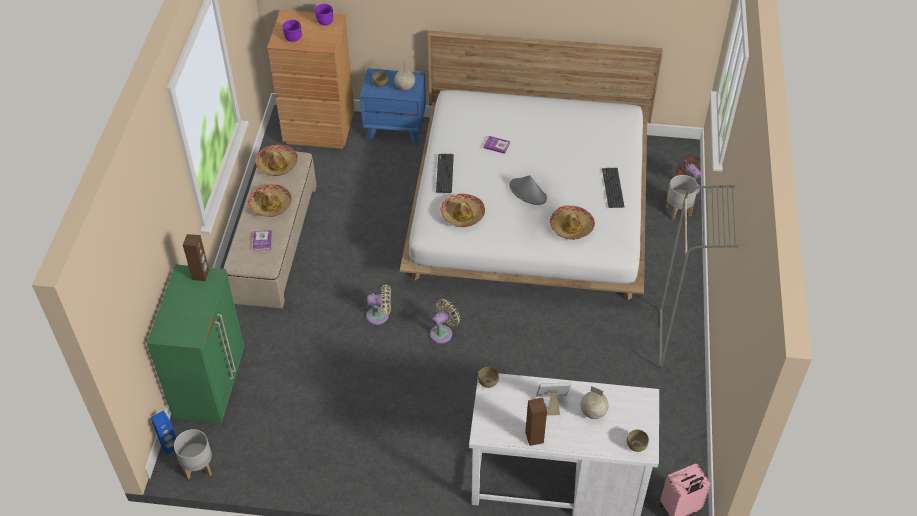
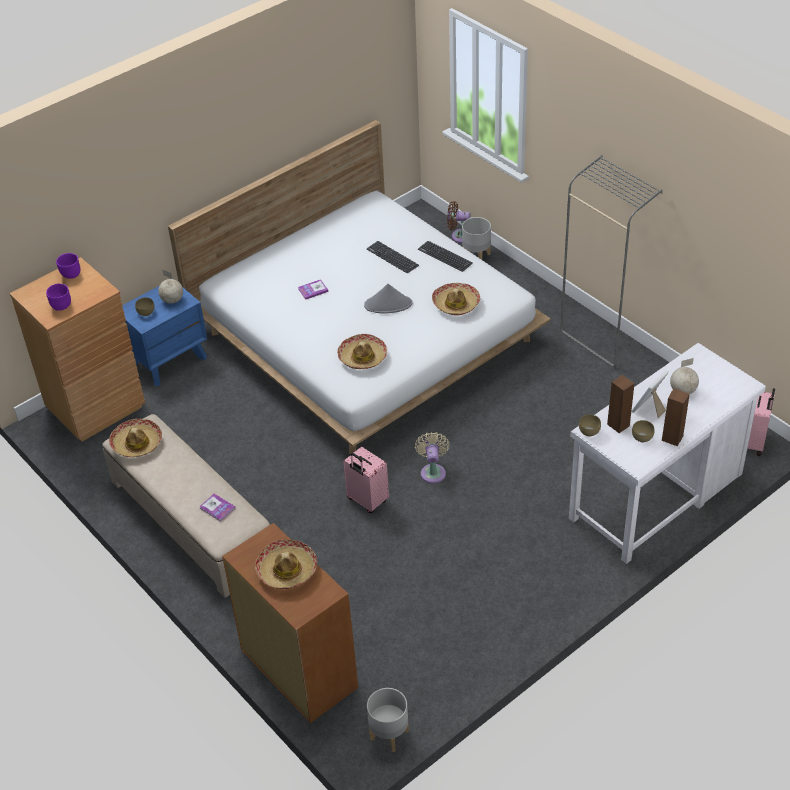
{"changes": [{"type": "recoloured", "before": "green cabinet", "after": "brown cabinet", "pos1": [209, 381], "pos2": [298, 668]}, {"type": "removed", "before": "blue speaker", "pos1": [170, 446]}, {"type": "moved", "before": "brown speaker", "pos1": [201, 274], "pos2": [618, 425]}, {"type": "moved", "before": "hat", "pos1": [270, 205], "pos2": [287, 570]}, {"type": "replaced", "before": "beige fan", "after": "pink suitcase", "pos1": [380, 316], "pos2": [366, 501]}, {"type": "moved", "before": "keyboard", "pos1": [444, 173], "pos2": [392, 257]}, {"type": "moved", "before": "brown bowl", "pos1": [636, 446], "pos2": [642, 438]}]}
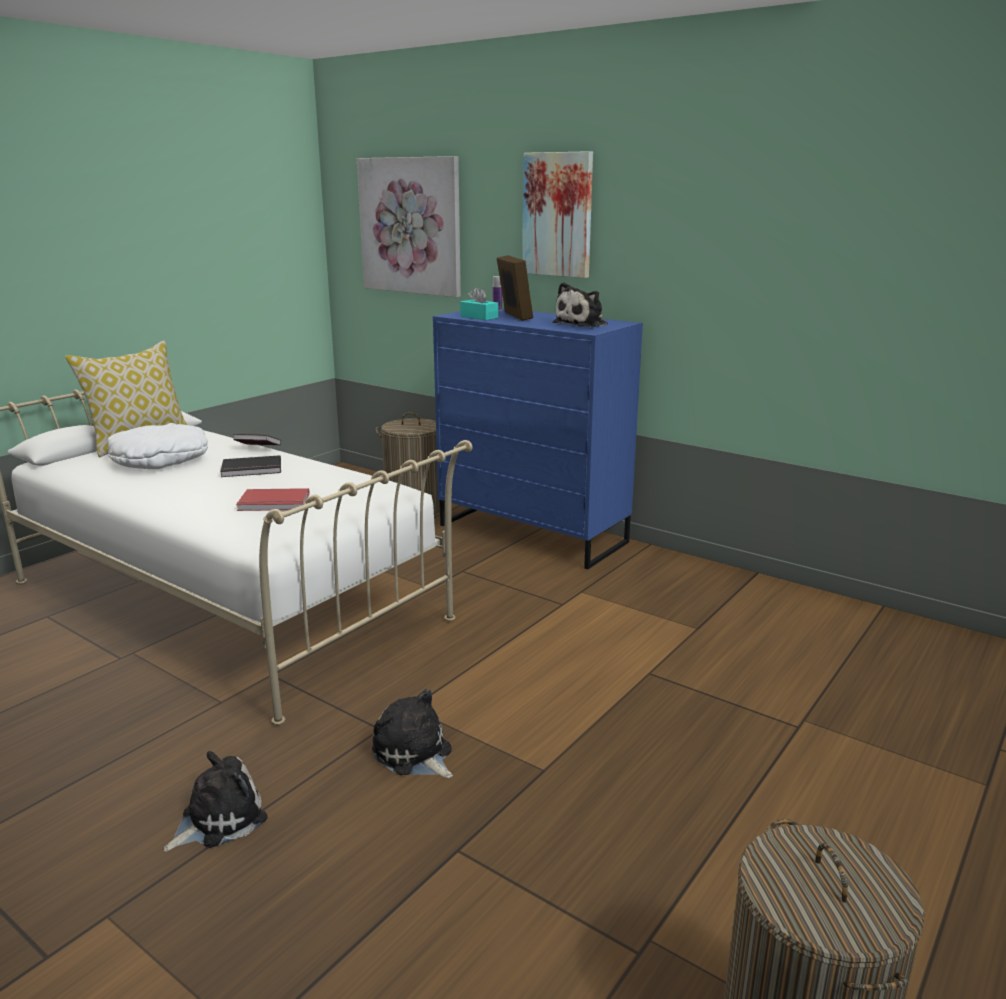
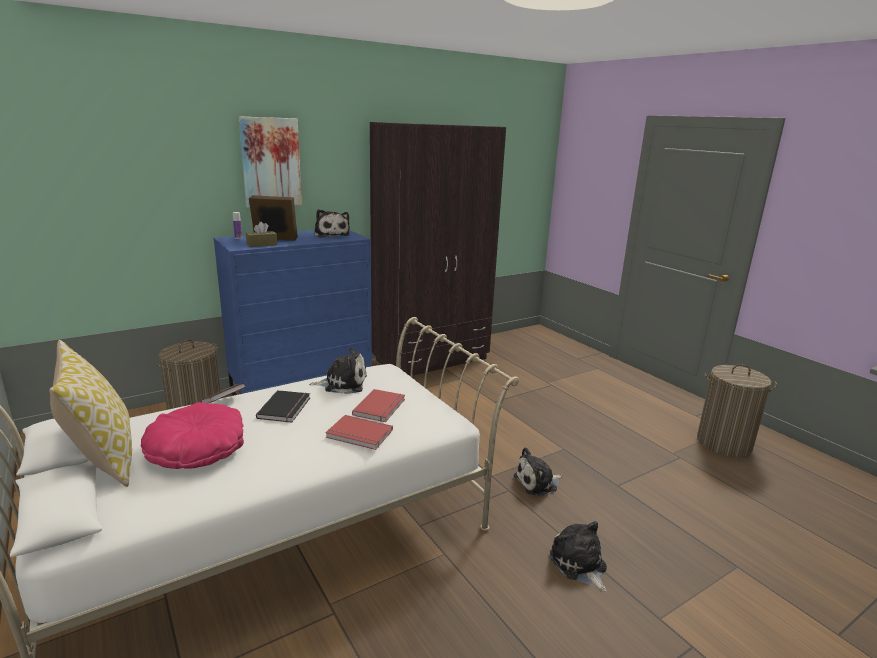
{"changes": [{"type": "recoloured", "before": "white pillow", "after": "pink pillow", "pos1": [160, 460], "pos2": [195, 449]}, {"type": "removed", "before": "picture", "pos1": [410, 226]}, {"type": "recoloured", "before": "turquoise tissue box", "after": "brown tissue box", "pos1": [479, 317], "pos2": [262, 244]}, {"type": "added", "after": "plush toy", "pos2": [343, 383]}, {"type": "added", "after": "red book", "pos2": [359, 435]}, {"type": "added", "after": "brown wardrobe", "pos2": [431, 359]}]}
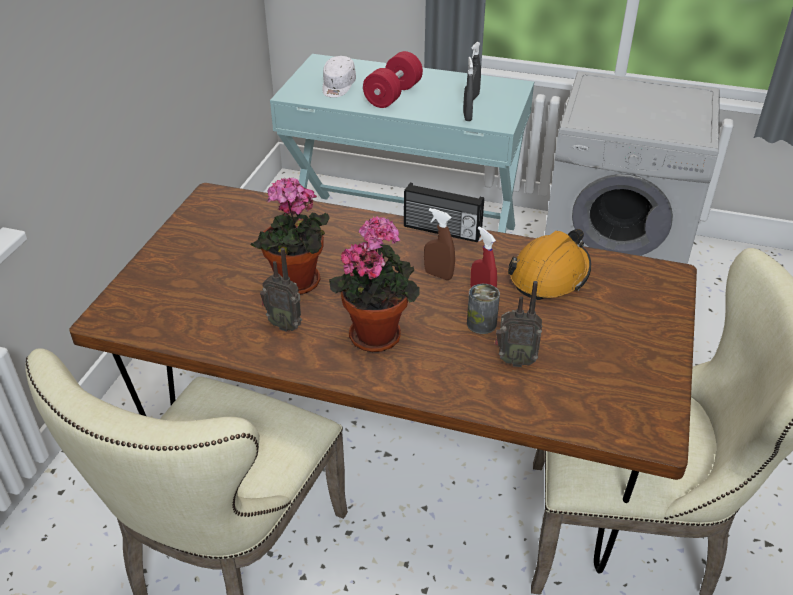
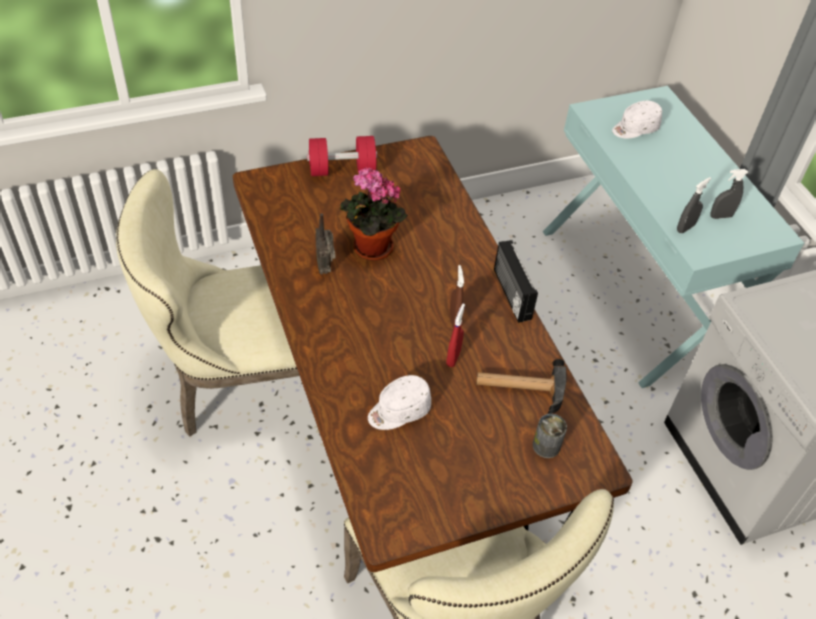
{"changes": [{"type": "removed", "before": "potted plant", "pos1": [377, 333]}, {"type": "moved", "before": "red dumbbell", "pos1": [393, 95], "pos2": [342, 170]}, {"type": "moved", "before": "can", "pos1": [481, 324], "pos2": [546, 446]}, {"type": "replaced", "before": "radio", "after": "white cap", "pos1": [514, 360], "pos2": [398, 411]}, {"type": "replaced", "before": "orange hard hat", "after": "hammer", "pos1": [550, 275], "pos2": [520, 387]}]}
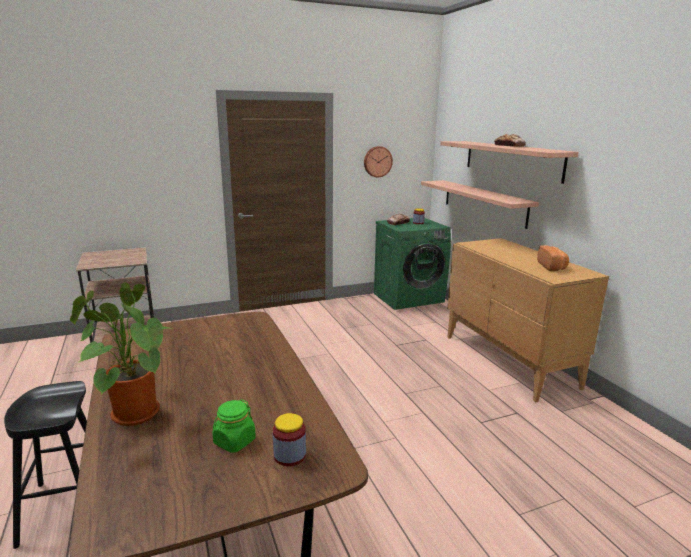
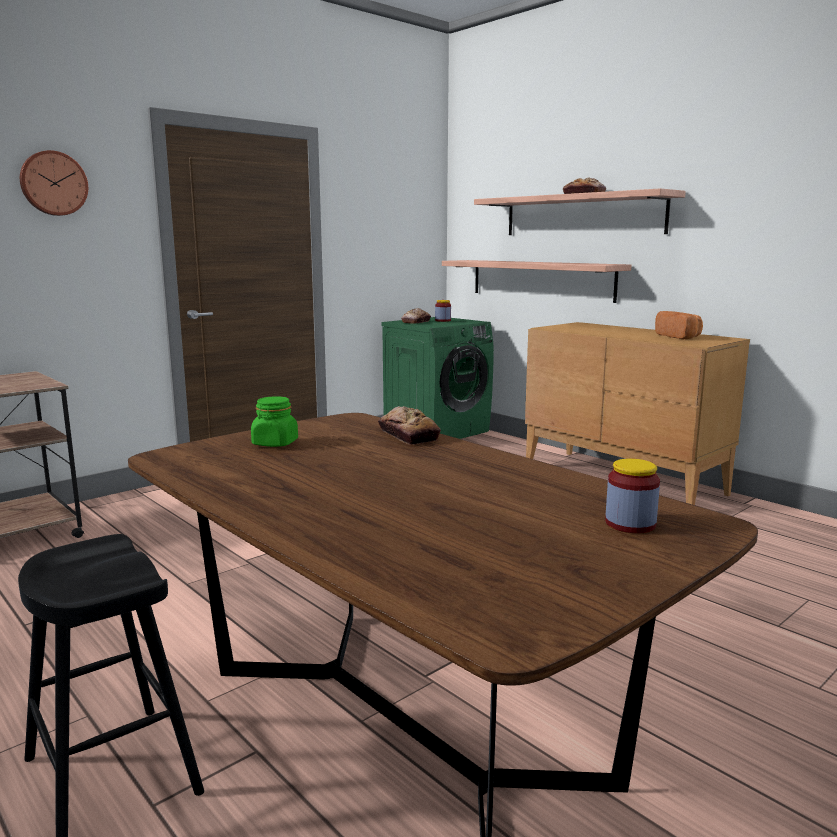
{"changes": [{"type": "removed", "before": "potted plant", "pos1": [131, 413]}, {"type": "moved", "before": "green jar", "pos1": [234, 441], "pos2": [275, 443]}, {"type": "moved", "before": "wall clock", "pos1": [377, 161], "pos2": [53, 183]}, {"type": "added", "after": "bread", "pos2": [408, 435]}]}
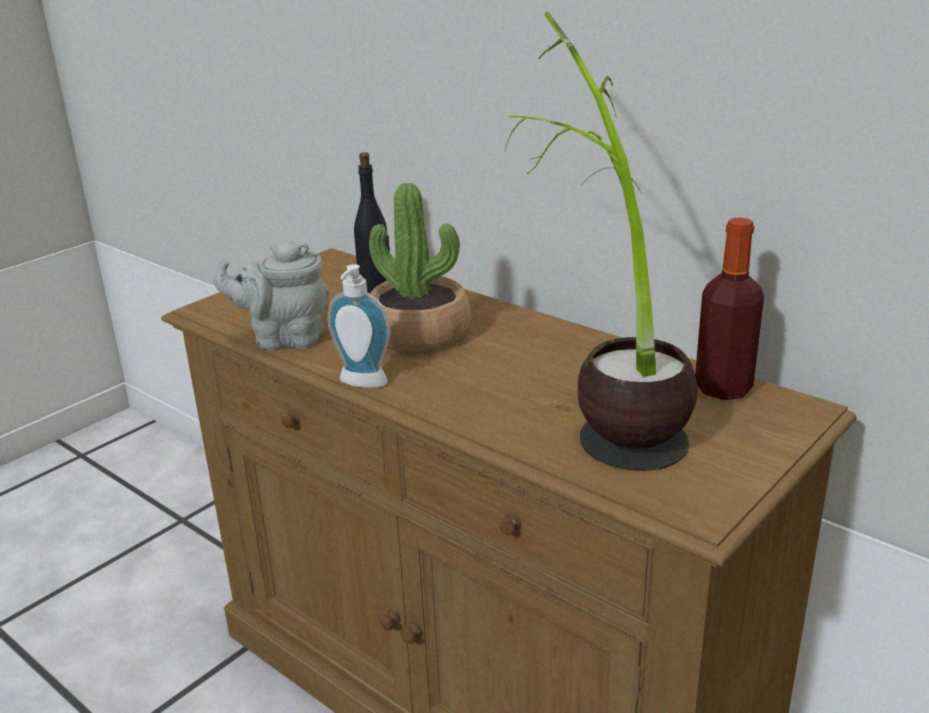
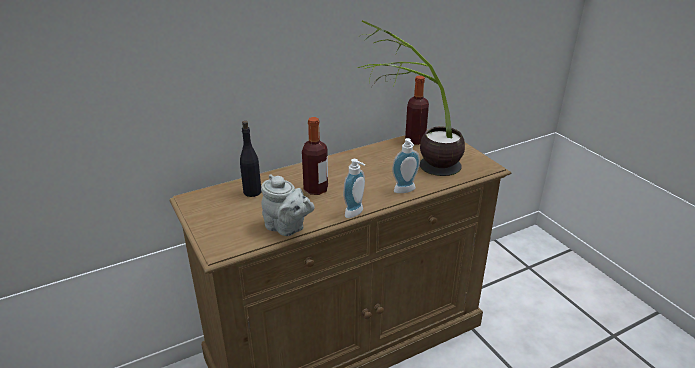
{"changes": [{"type": "turned", "before": "grey teapot", "pos1": [284, 338], "pos2": [287, 228], "turn": -75}, {"type": "replaced", "before": "potted plant", "after": "bottle", "pos1": [419, 333], "pos2": [316, 189]}, {"type": "added", "after": "soap dispenser", "pos2": [405, 191]}]}
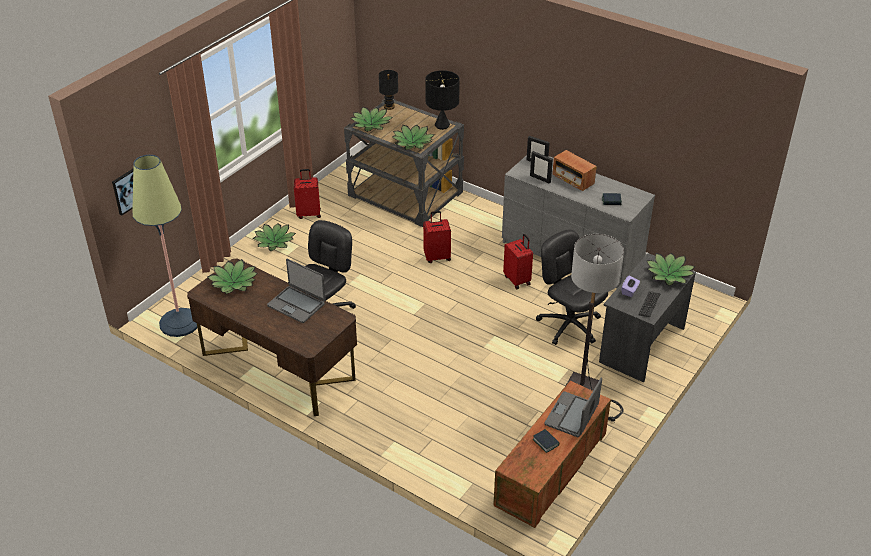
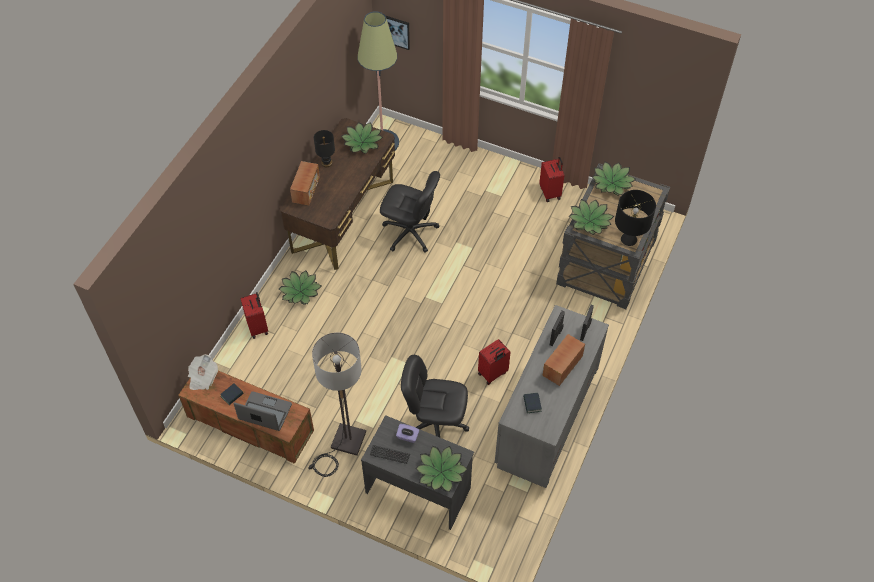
{"changes": [{"type": "moved", "before": "potted plant", "pos1": [274, 242], "pos2": [300, 291]}, {"type": "removed", "before": "laptop", "pos1": [297, 304]}, {"type": "moved", "before": "black table lamp", "pos1": [389, 107], "pos2": [326, 163]}, {"type": "moved", "before": "red suitcase", "pos1": [437, 257], "pos2": [258, 327]}, {"type": "turned", "before": "black office chair", "pos1": [569, 325], "pos2": [435, 424], "turn": -120}, {"type": "added", "after": "newspaper", "pos2": [203, 378]}, {"type": "added", "after": "radio", "pos2": [306, 190]}]}
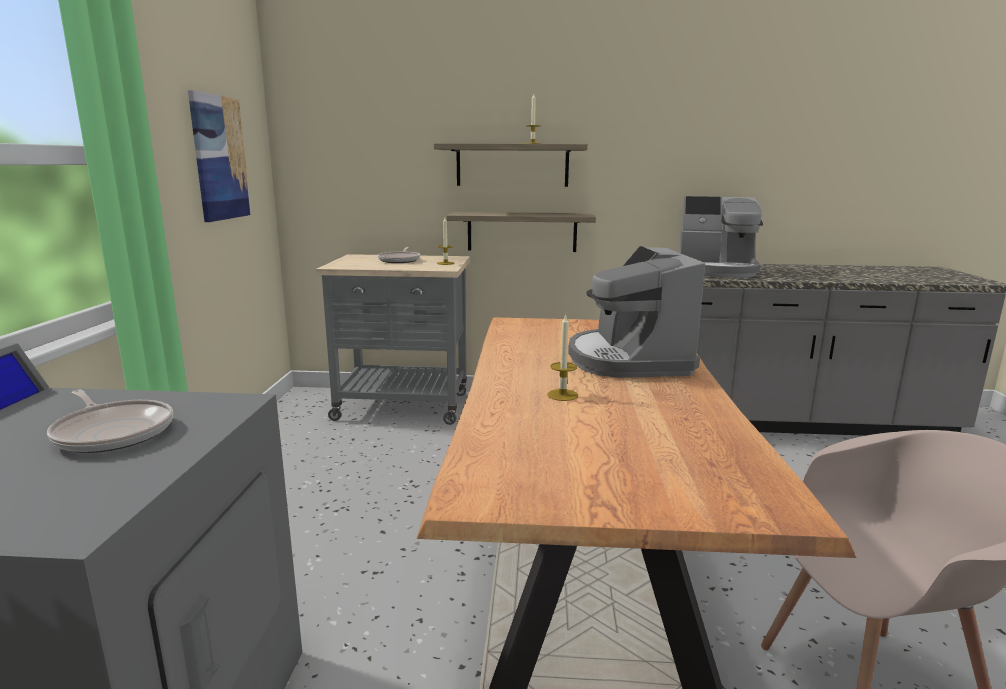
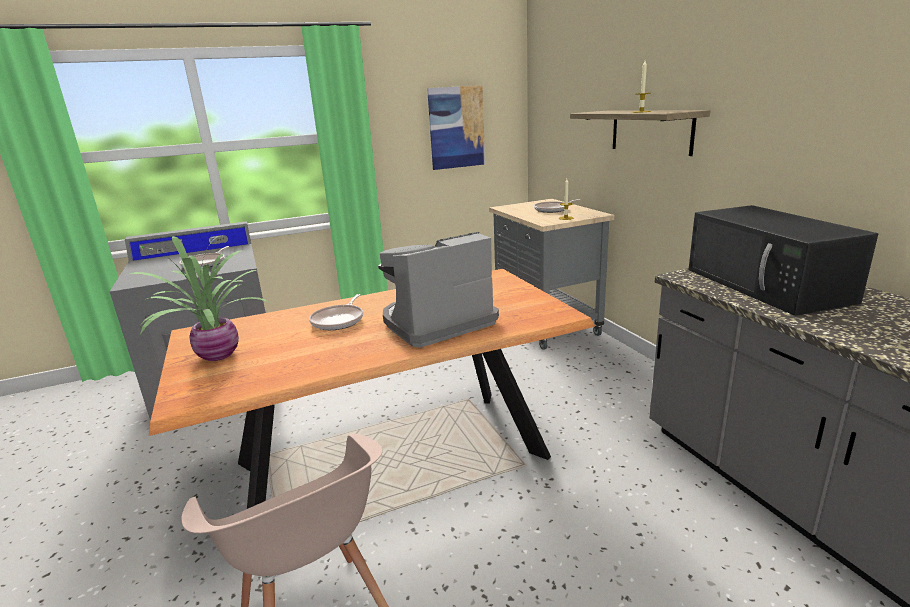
{"changes": [{"type": "removed", "before": "shelf", "pos1": [522, 231]}, {"type": "replaced", "before": "candle", "after": "frying pan", "pos1": [562, 395], "pos2": [339, 320]}, {"type": "replaced", "before": "coffee machine", "after": "black microwave", "pos1": [715, 271], "pos2": [768, 285]}, {"type": "added", "after": "potted plant", "pos2": [217, 354]}]}
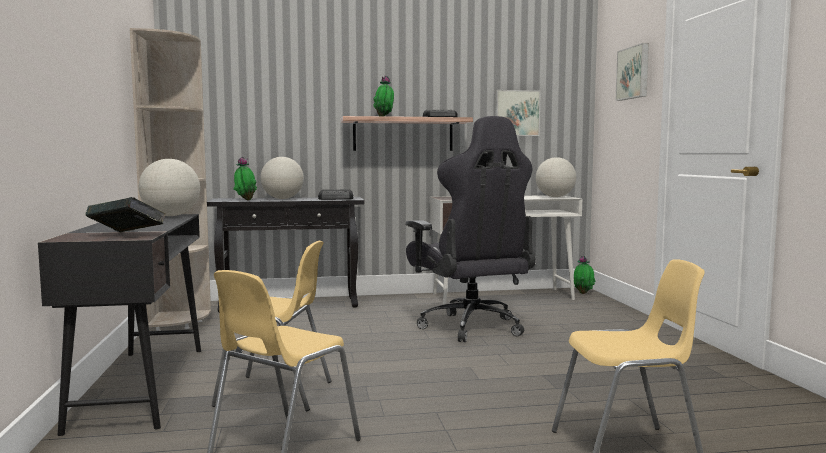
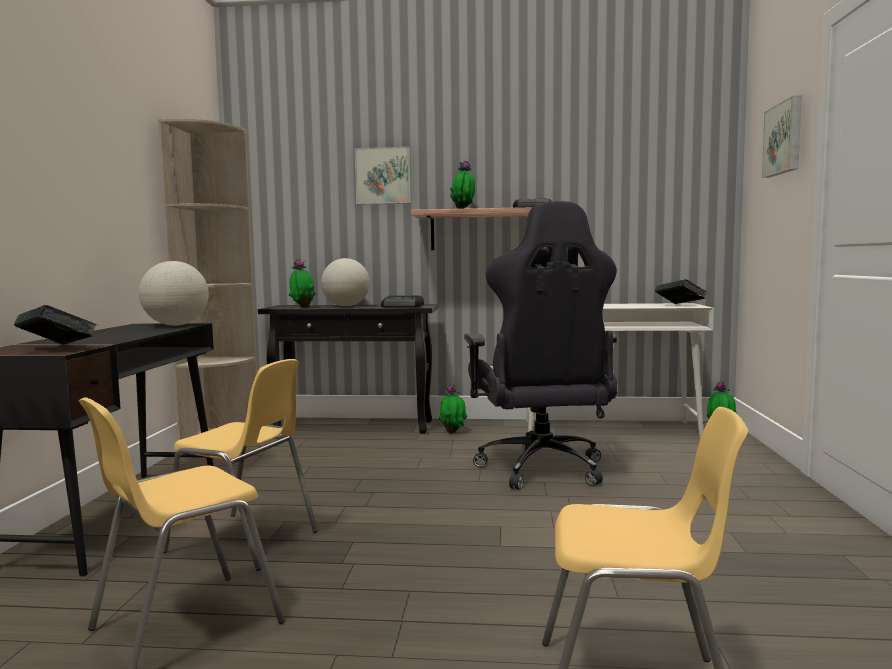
{"changes": [{"type": "moved", "before": "picture", "pos1": [516, 113], "pos2": [383, 176]}, {"type": "replaced", "before": "globe", "after": "book", "pos1": [555, 197], "pos2": [680, 305]}, {"type": "added", "after": "potted plant", "pos2": [453, 432]}]}
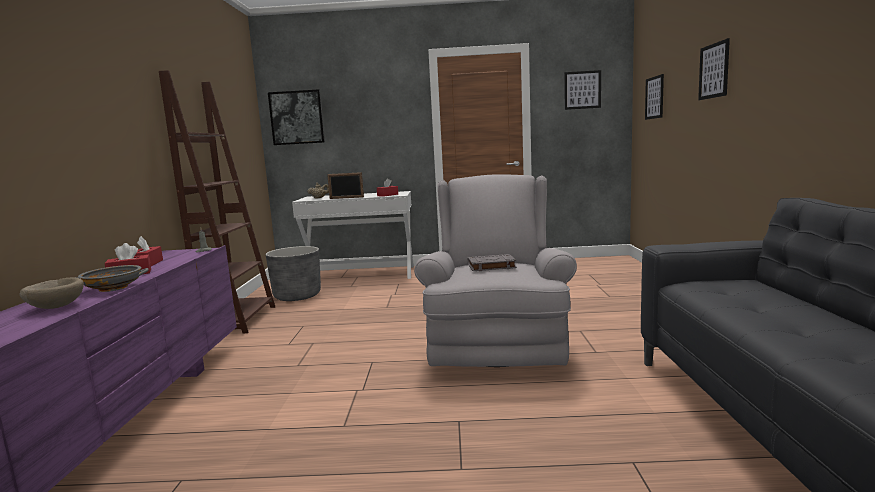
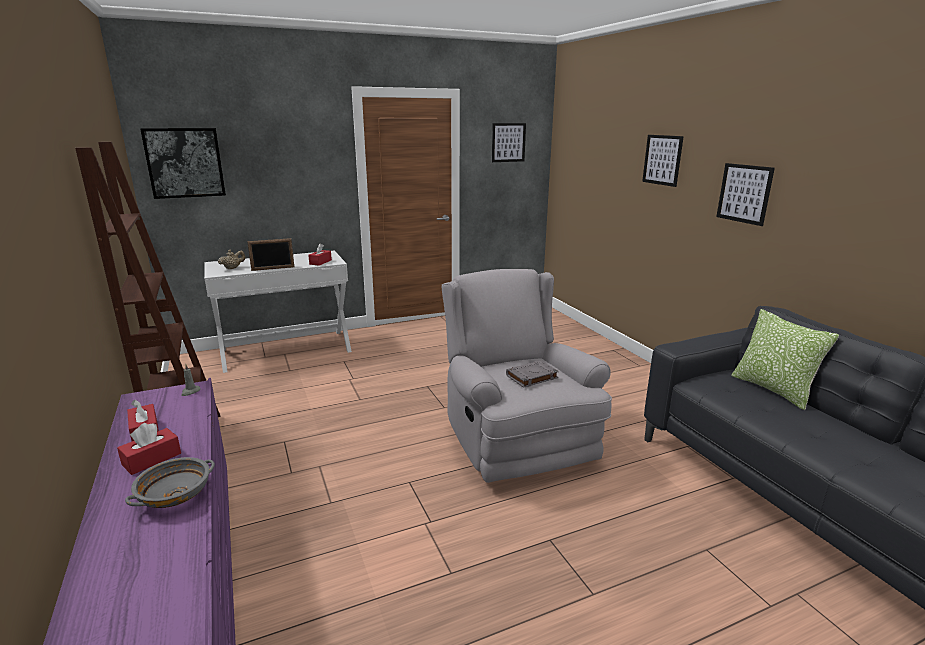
{"changes": [{"type": "removed", "before": "beige bowl", "pos1": [57, 307]}, {"type": "removed", "before": "grey planter", "pos1": [297, 296]}, {"type": "moved", "before": "picture", "pos1": [654, 97], "pos2": [744, 193]}, {"type": "added", "after": "pillow", "pos2": [773, 389]}]}
